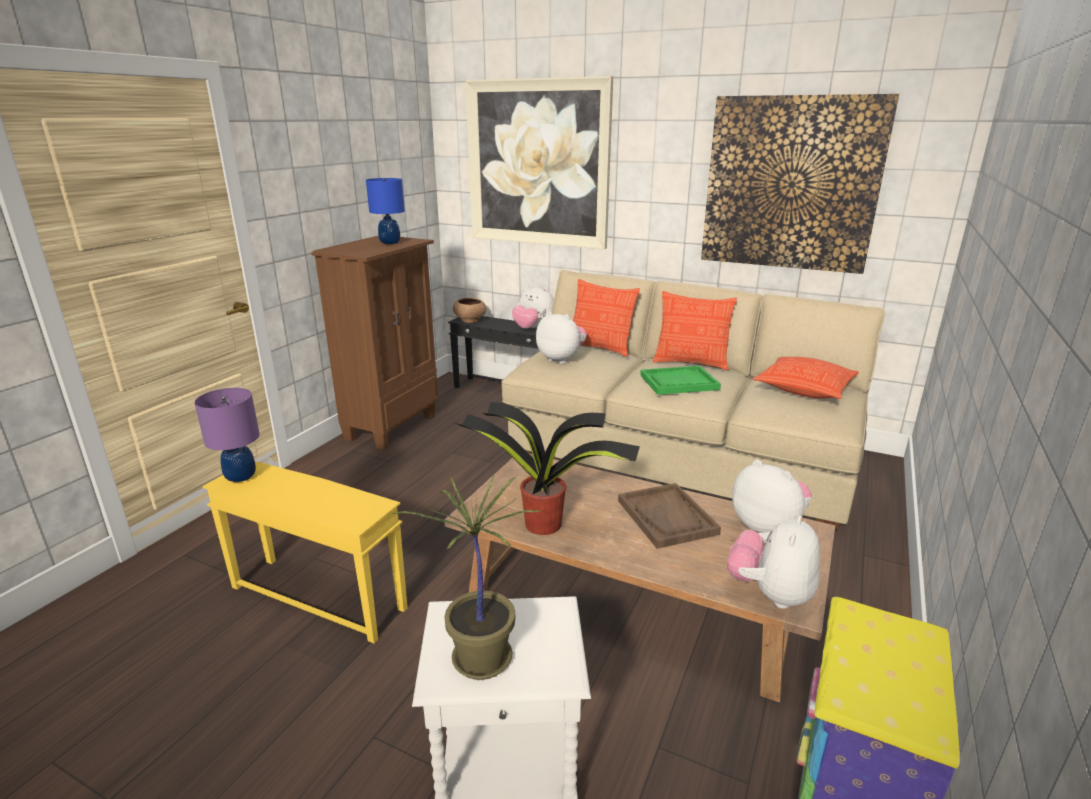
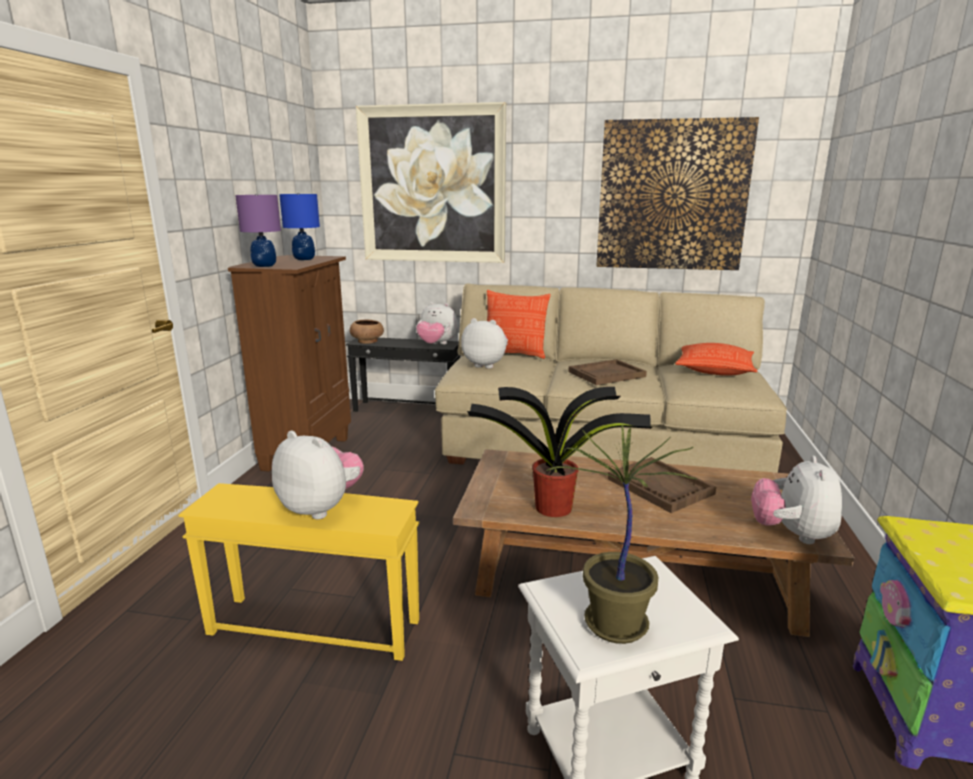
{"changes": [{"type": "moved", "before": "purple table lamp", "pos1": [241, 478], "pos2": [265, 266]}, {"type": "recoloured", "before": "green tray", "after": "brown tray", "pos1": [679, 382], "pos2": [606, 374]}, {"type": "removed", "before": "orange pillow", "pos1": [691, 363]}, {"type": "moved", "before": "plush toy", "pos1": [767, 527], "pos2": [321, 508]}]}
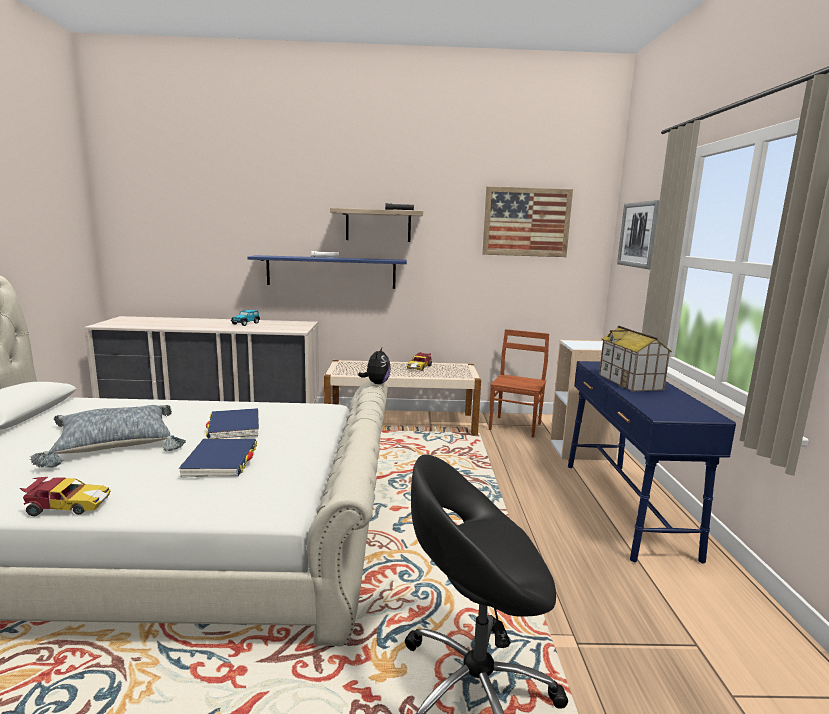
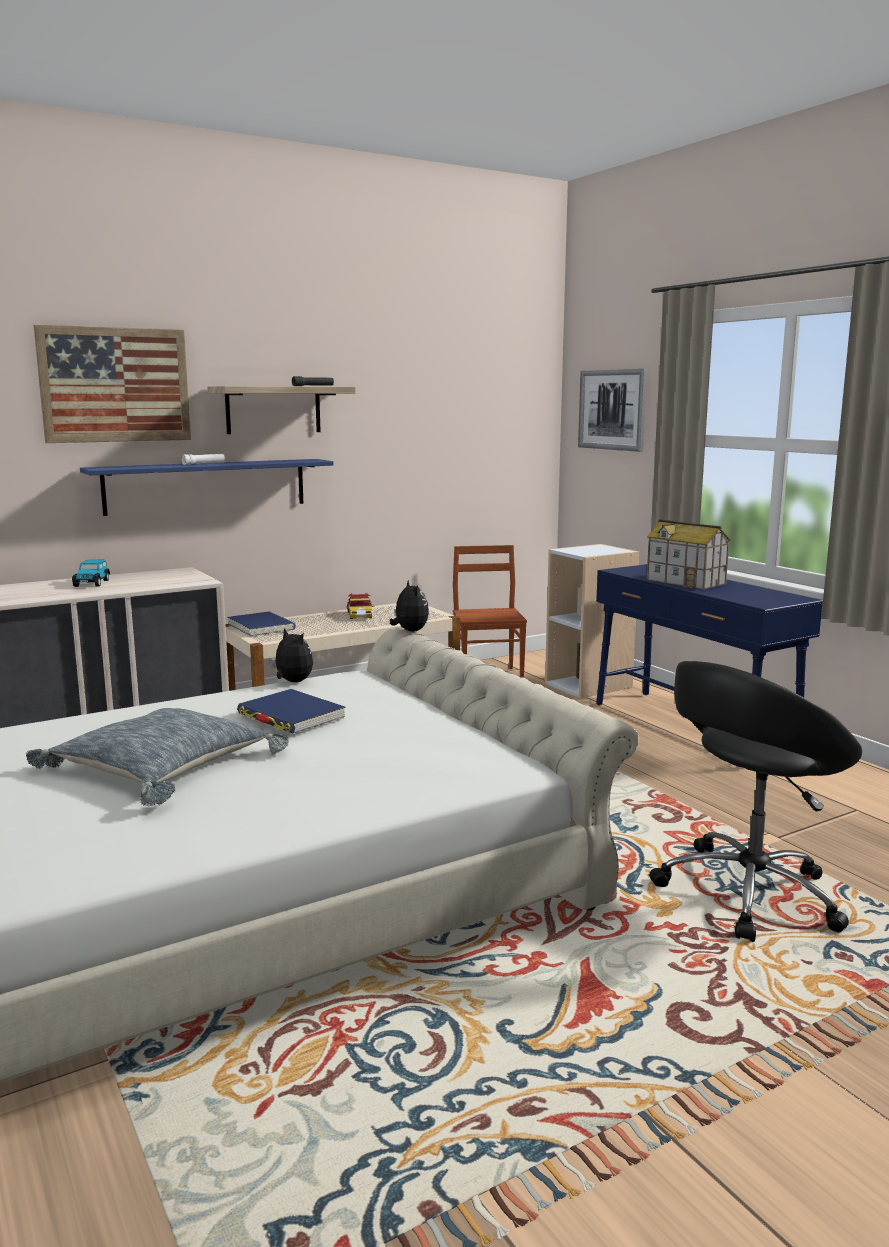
{"changes": [{"type": "removed", "before": "toy car", "pos1": [67, 506]}, {"type": "moved", "before": "blue book", "pos1": [221, 461], "pos2": [261, 627]}, {"type": "moved", "before": "picture", "pos1": [526, 222], "pos2": [115, 385]}, {"type": "added", "after": "plush toy", "pos2": [292, 682]}]}
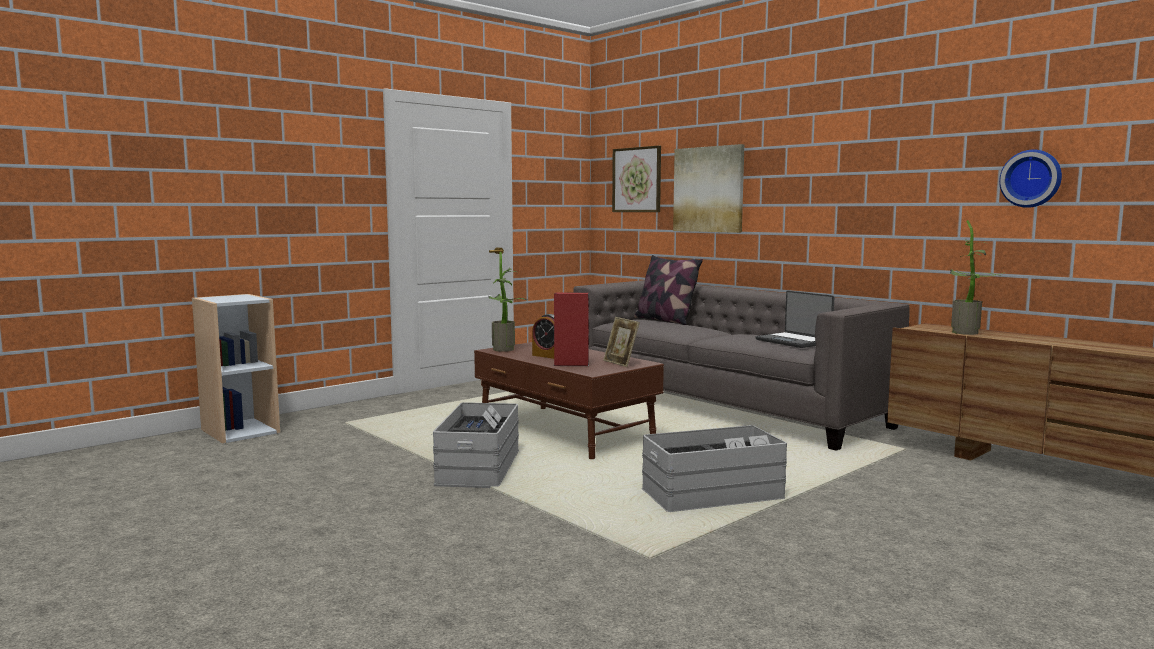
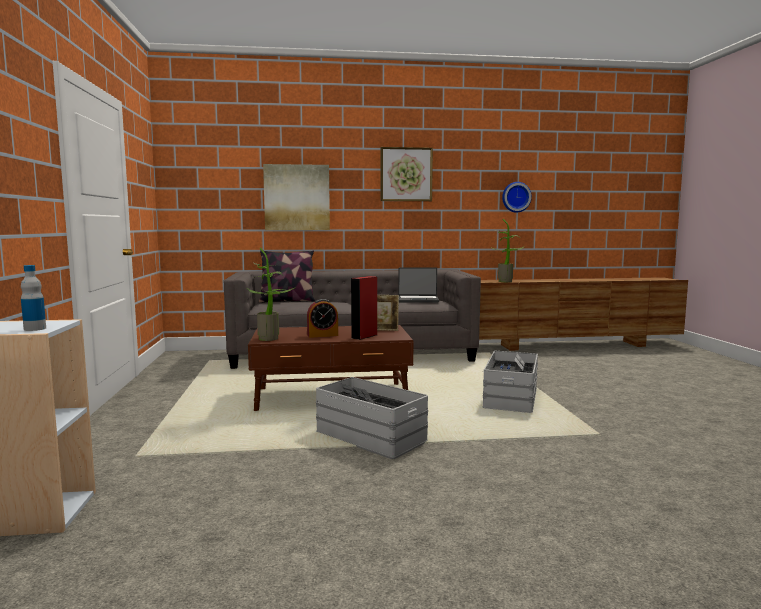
{"changes": [{"type": "moved", "before": "picture", "pos1": [637, 180], "pos2": [406, 174]}, {"type": "added", "after": "bottle", "pos2": [35, 329]}]}
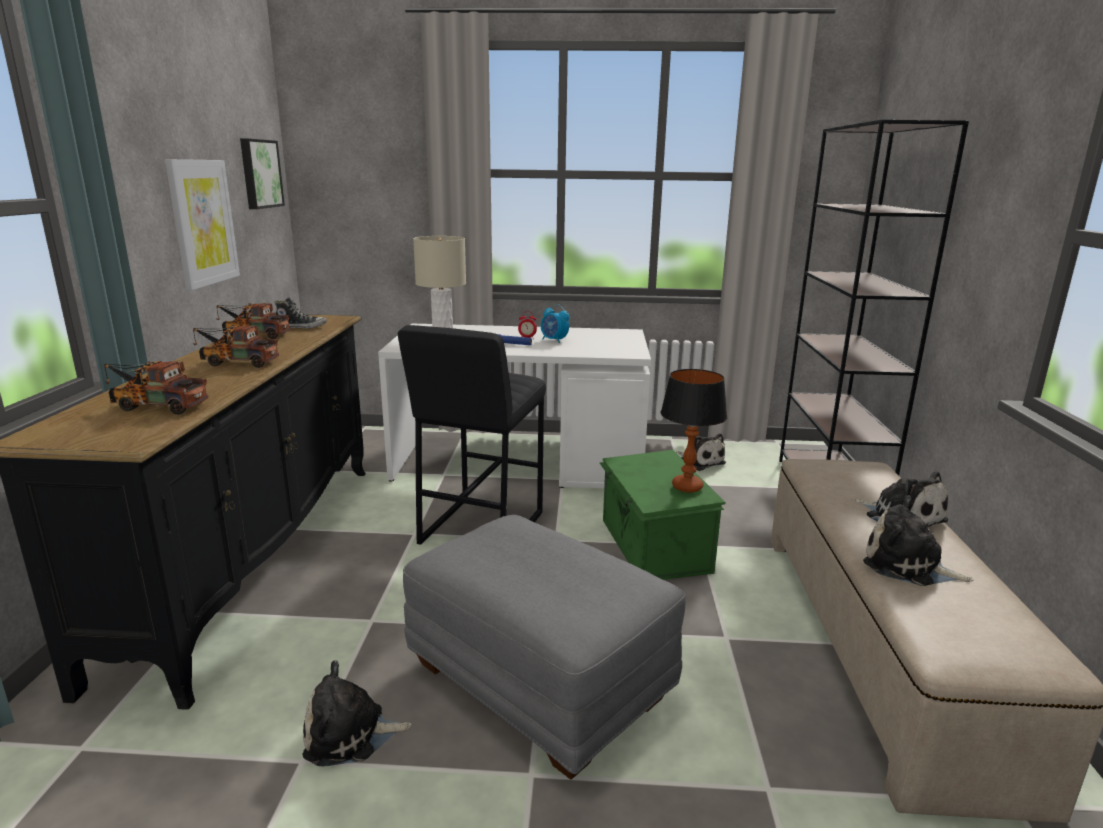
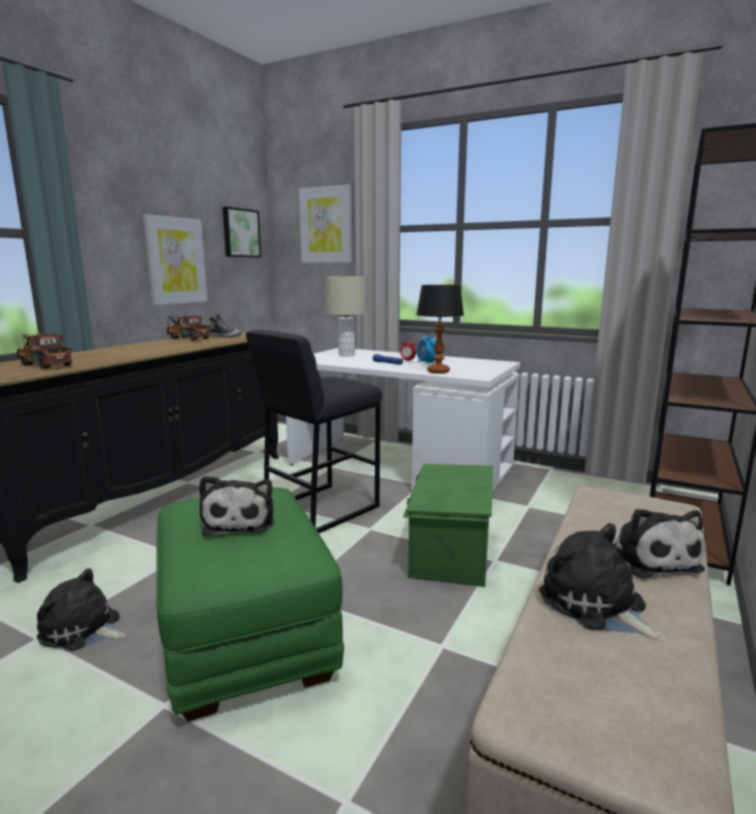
{"changes": [{"type": "removed", "before": "toy truck", "pos1": [236, 362]}, {"type": "recoloured", "before": "grey ottoman", "after": "green ottoman", "pos1": [540, 680], "pos2": [247, 633]}, {"type": "moved", "before": "table lamp", "pos1": [687, 487], "pos2": [438, 371]}, {"type": "moved", "before": "plush toy", "pos1": [699, 461], "pos2": [240, 521]}, {"type": "added", "after": "picture", "pos2": [326, 225]}]}
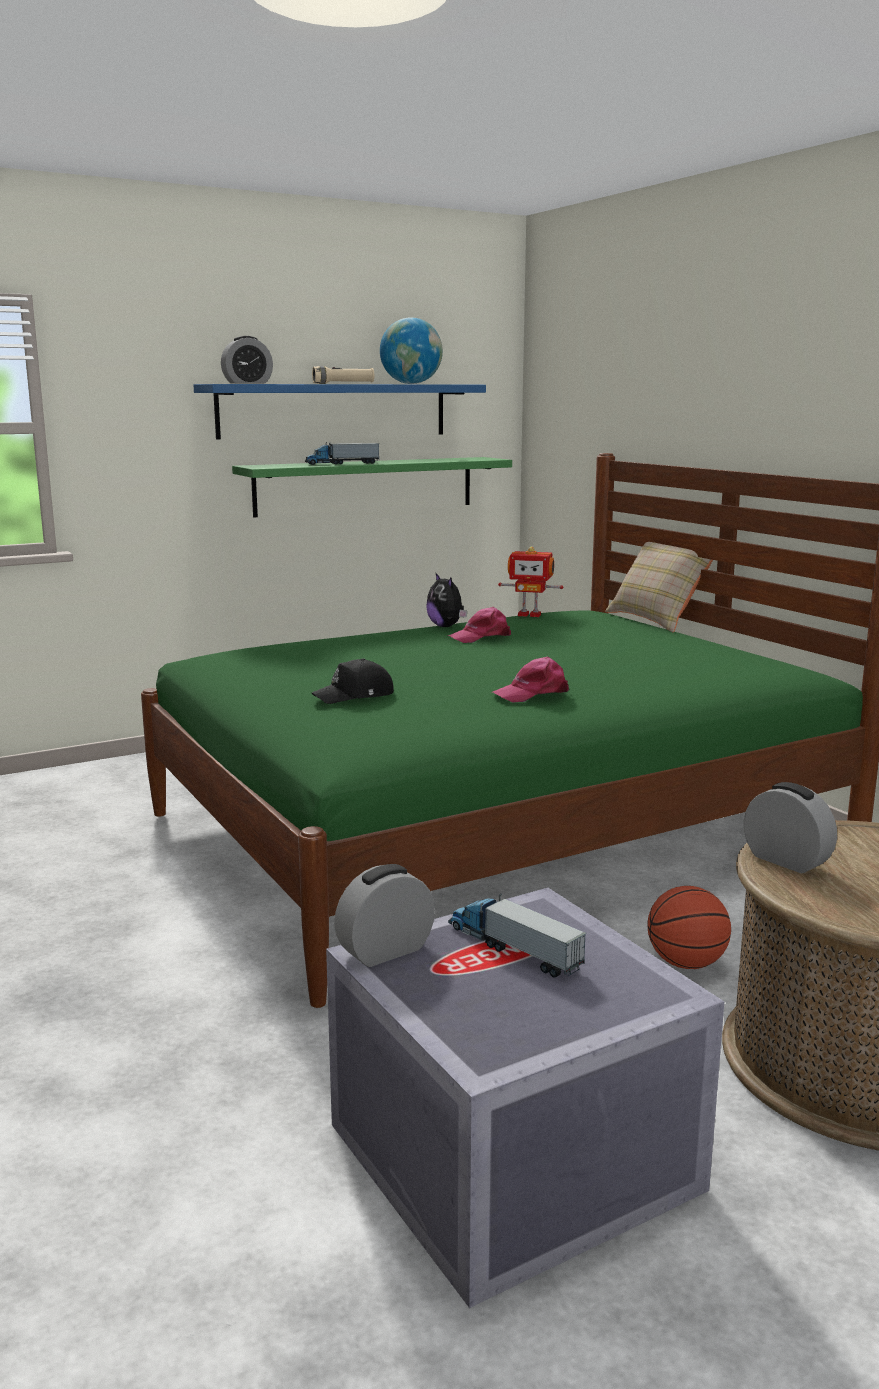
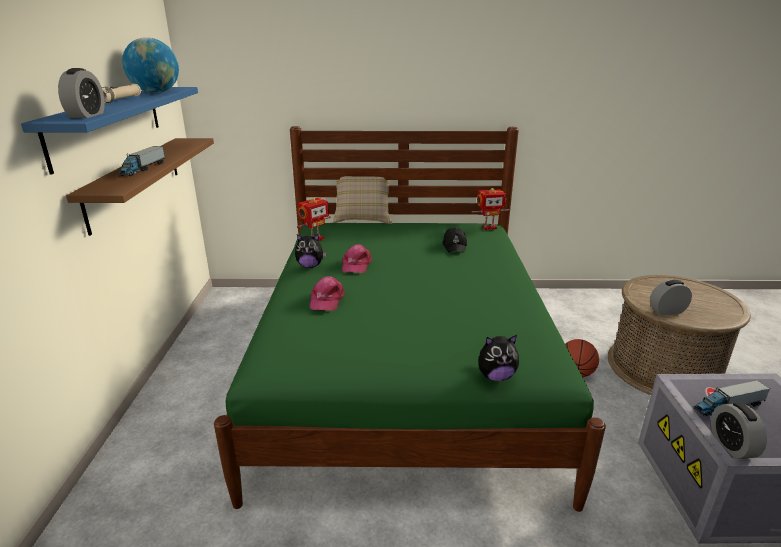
{"changes": [{"type": "recoloured", "before": "green shelf", "after": "brown shelf", "pos1": [366, 486], "pos2": [135, 180]}, {"type": "moved", "before": "black cap", "pos1": [355, 696], "pos2": [455, 246]}, {"type": "moved", "before": "pink cap", "pos1": [532, 693], "pos2": [326, 300]}, {"type": "added", "after": "toy robot", "pos2": [489, 227]}, {"type": "added", "after": "plush toy", "pos2": [496, 376]}]}
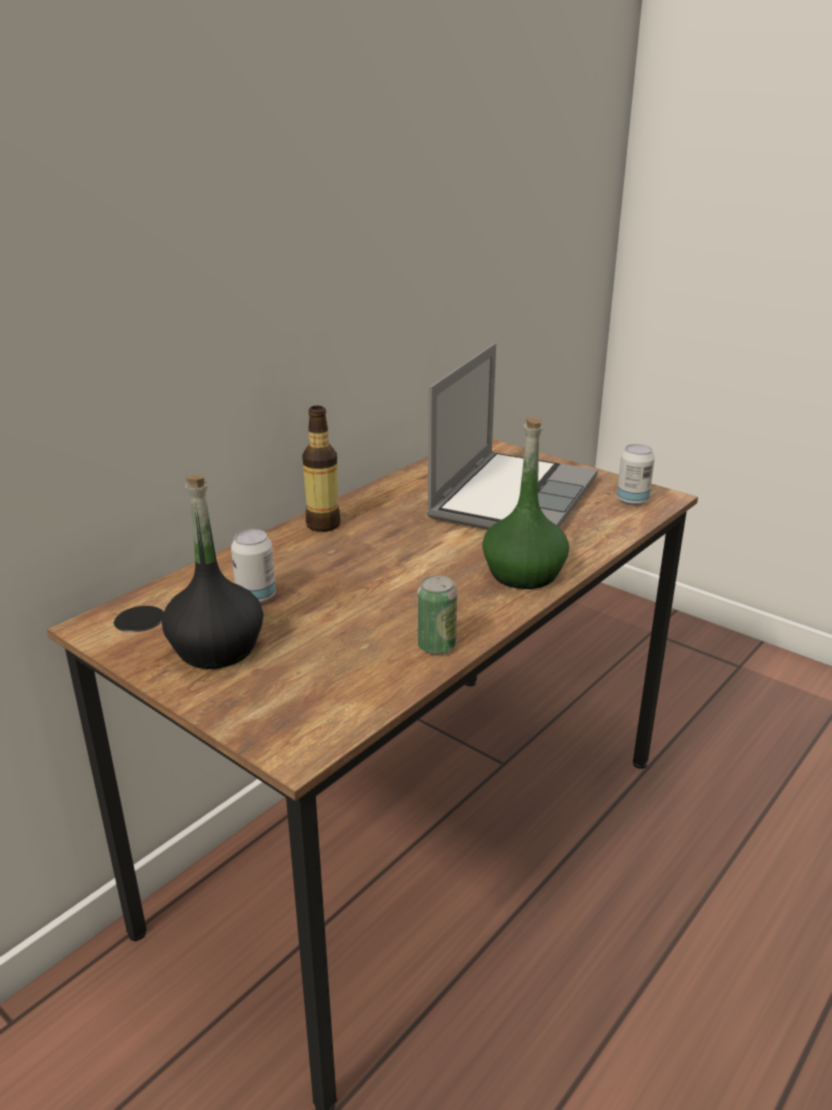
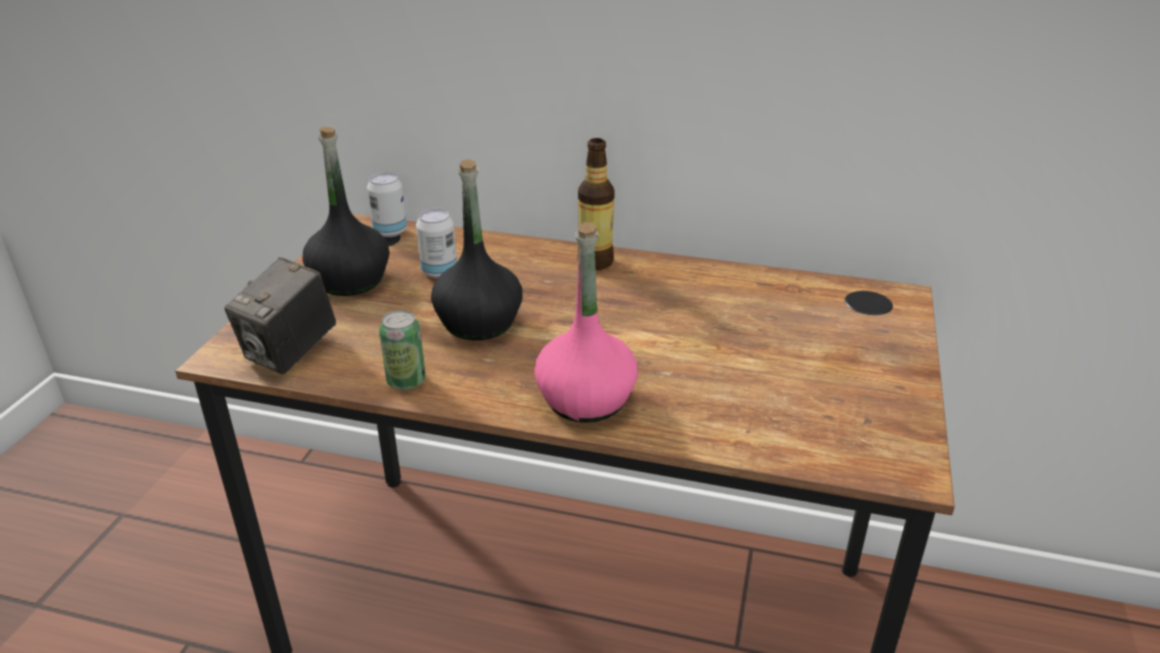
{"changes": [{"type": "removed", "before": "laptop", "pos1": [512, 497]}, {"type": "recoloured", "before": "green bottle", "after": "pink bottle", "pos1": [524, 574], "pos2": [586, 400]}, {"type": "moved", "before": "can", "pos1": [632, 500], "pos2": [390, 231]}, {"type": "added", "after": "photo camera", "pos2": [290, 352]}, {"type": "added", "after": "black bottle", "pos2": [479, 323]}]}
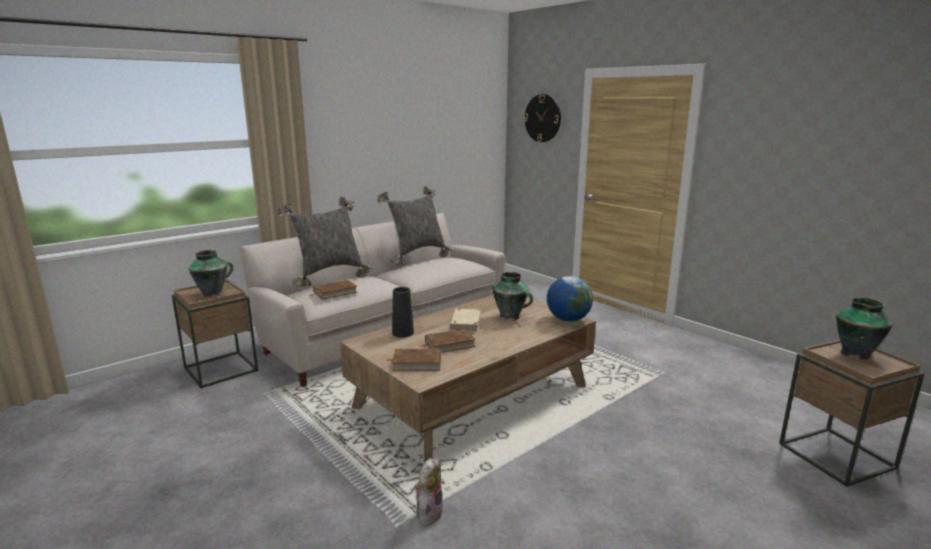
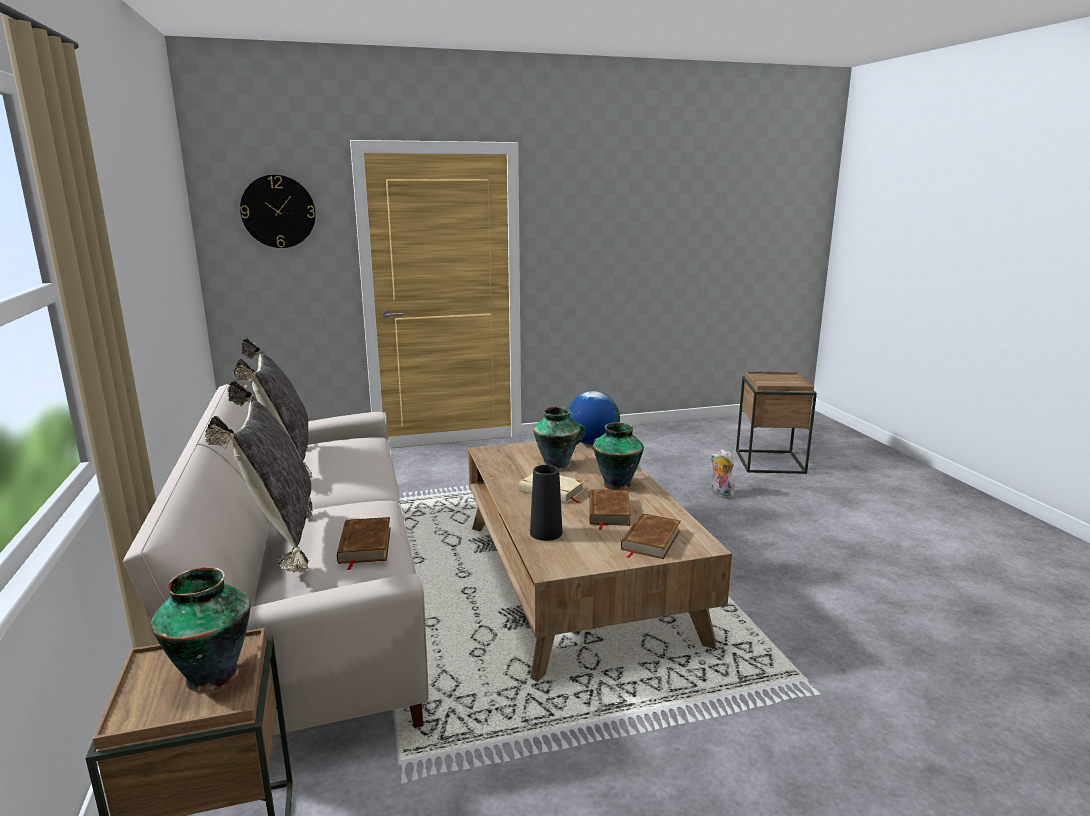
{"changes": [{"type": "moved", "before": "plush toy", "pos1": [428, 513], "pos2": [720, 494]}, {"type": "moved", "before": "vase", "pos1": [855, 354], "pos2": [615, 484]}]}
